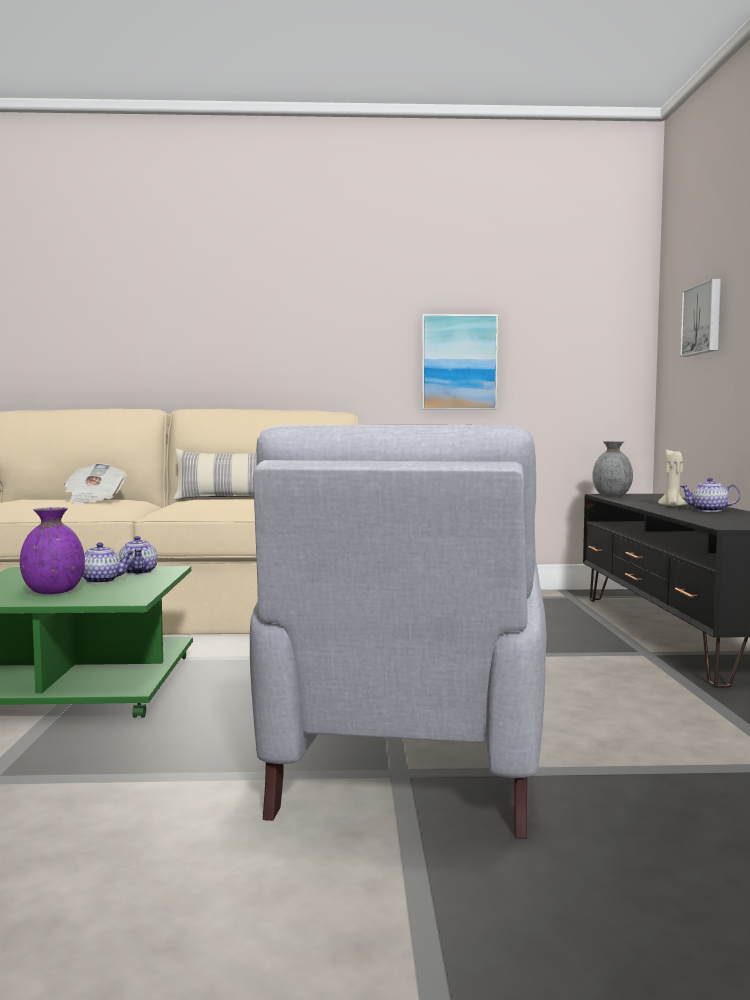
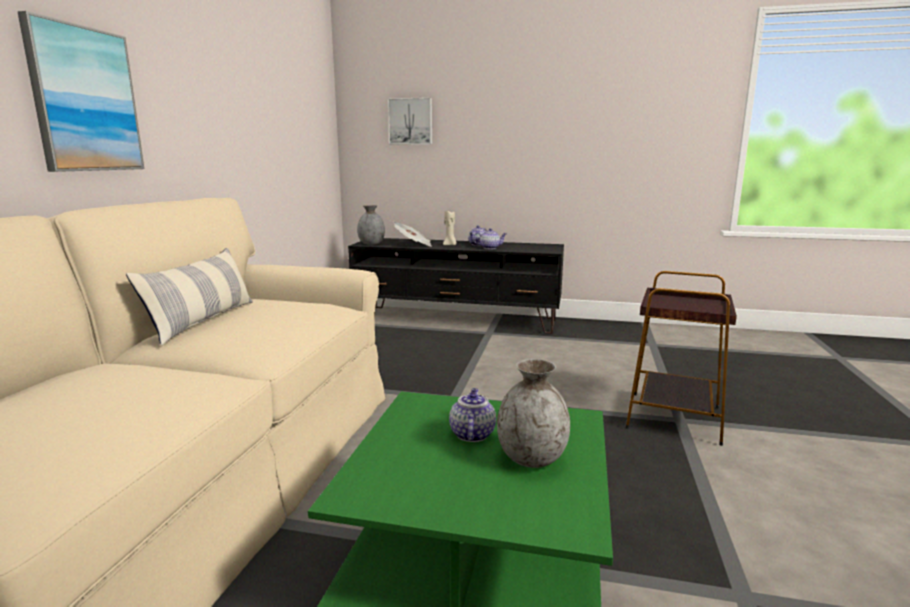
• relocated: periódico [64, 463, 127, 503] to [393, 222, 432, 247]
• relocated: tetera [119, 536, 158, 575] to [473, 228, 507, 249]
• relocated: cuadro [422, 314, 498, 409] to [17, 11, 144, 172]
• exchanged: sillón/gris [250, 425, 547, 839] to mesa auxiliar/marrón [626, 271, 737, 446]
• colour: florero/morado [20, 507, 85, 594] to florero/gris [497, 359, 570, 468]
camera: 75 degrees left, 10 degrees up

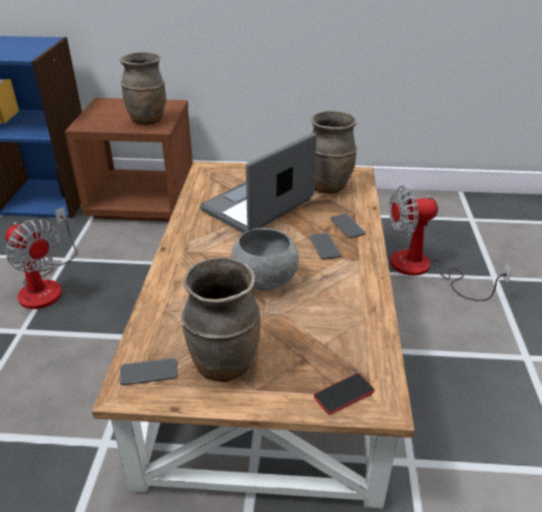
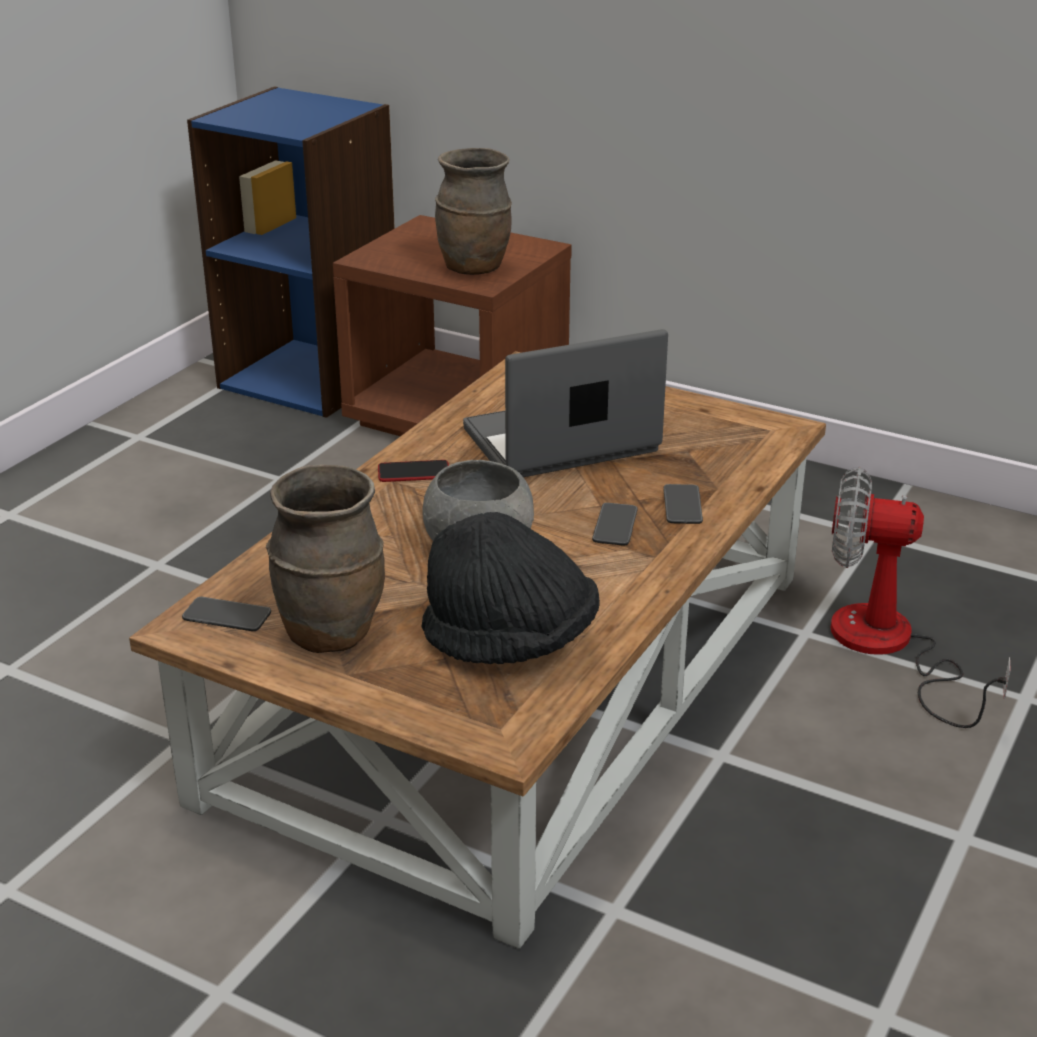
• missing: ventilador [5, 207, 77, 309]
• missing: florero/marrón [311, 111, 357, 194]
• appeared: sombrero/negro [421, 512, 600, 664]
• relocated: móvil [314, 373, 375, 414] to [378, 460, 449, 482]
camera: 25 degrees right, 5 degrees down

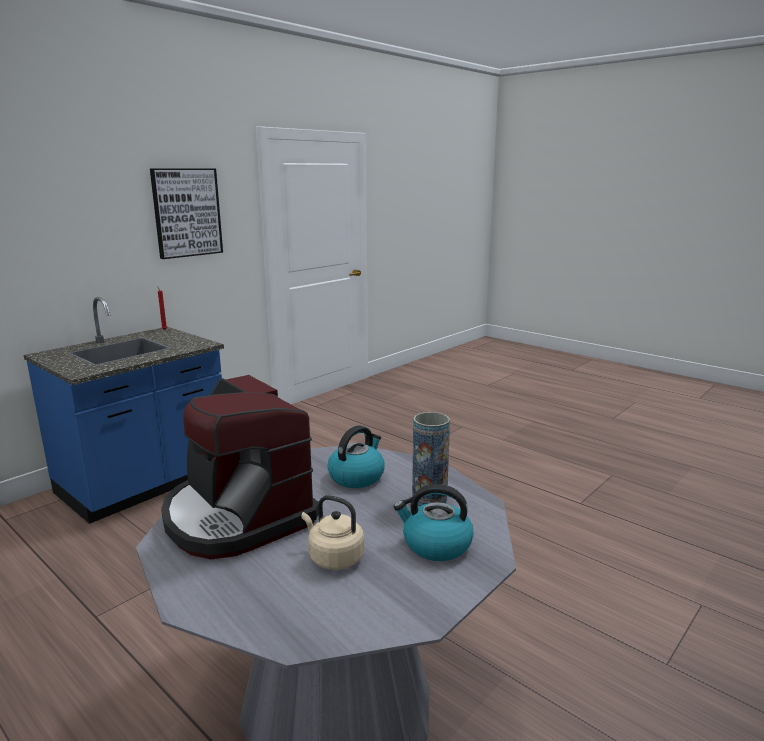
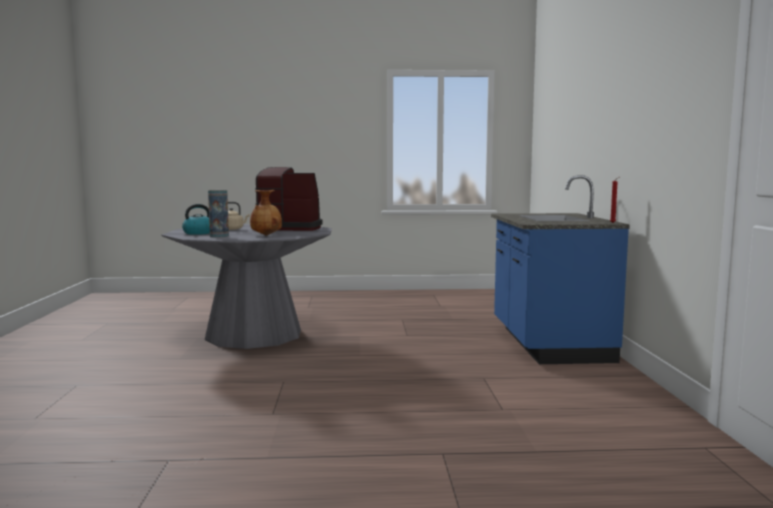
• missing: cuadro [150, 168, 223, 259]
• exchanged: hervidor [327, 425, 385, 488] to florero/marrón [250, 190, 282, 235]
camera: 135 degrees right, 10 degrees down

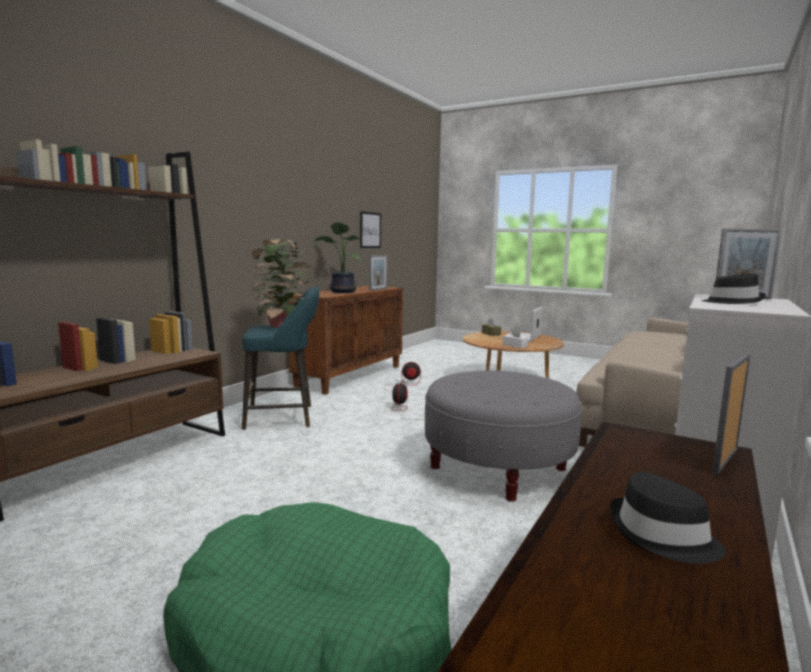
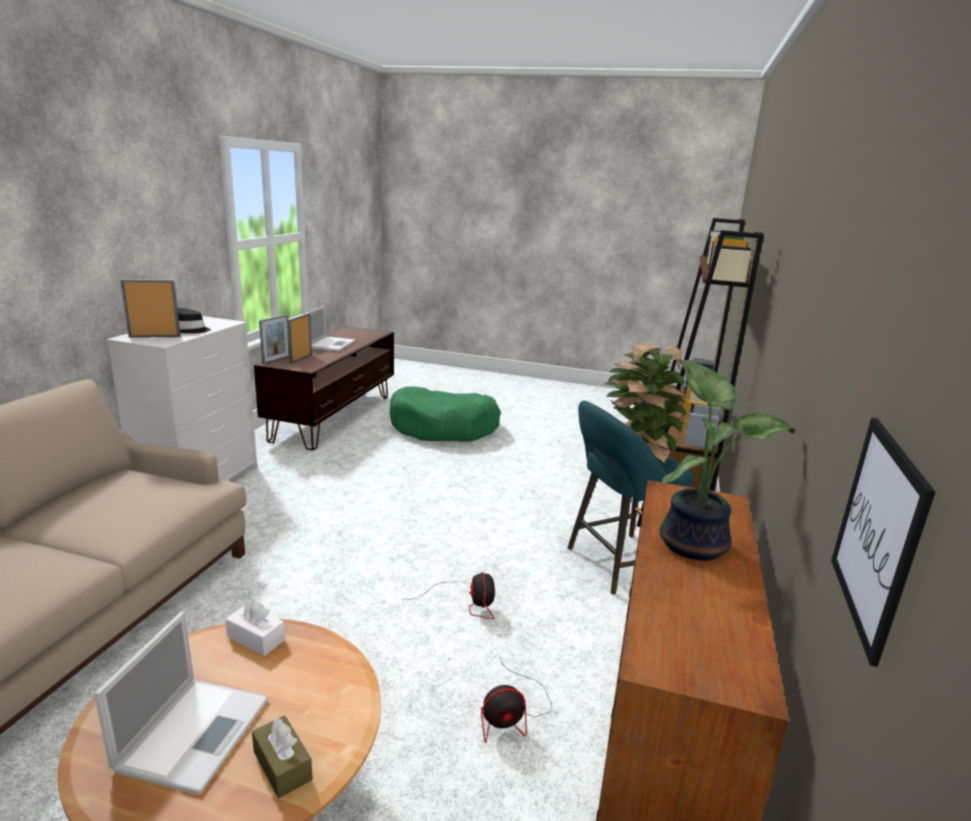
• missing: puf/gris [425, 370, 582, 502]
• relocated: portarretratos [369, 255, 387, 291] to [287, 313, 312, 363]
• exchanged: sombrero/negro [610, 472, 726, 564] to portátil [305, 305, 356, 352]
camera: 165 degrees right, 10 degrees up

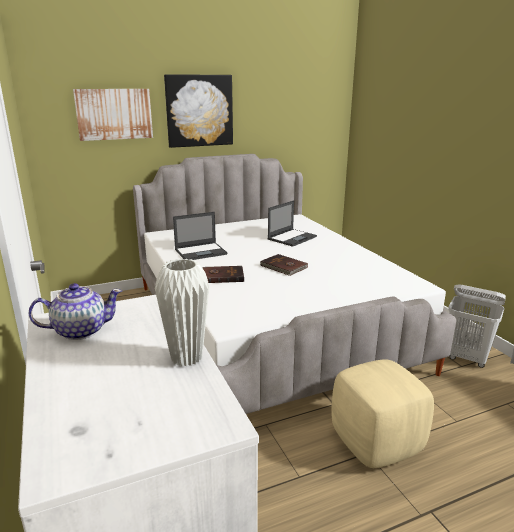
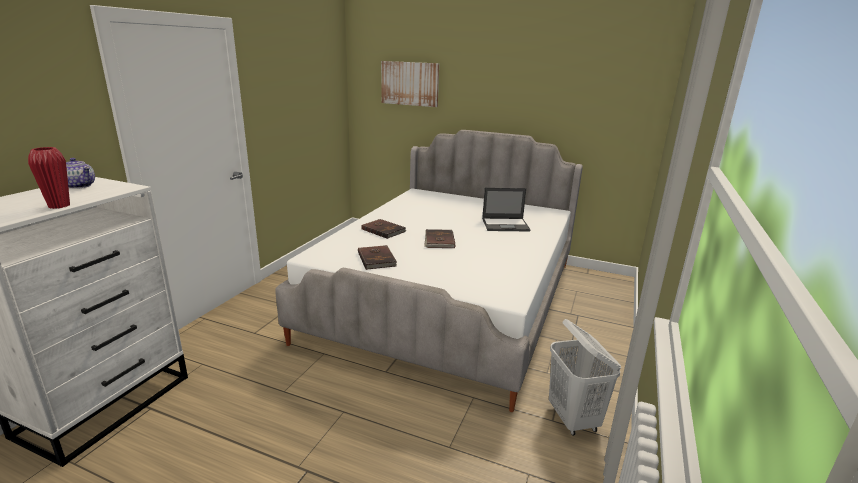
• missing: cuadro [164, 74, 233, 148]
• missing: portátil [173, 212, 228, 260]
• missing: puf/beis [332, 359, 434, 468]
• appeared: libro/marrón [358, 245, 397, 270]
• colour: florero/blanco [155, 259, 209, 367] to florero/rojo [28, 147, 70, 209]
camera: 45 degrees right, 0 degrees up

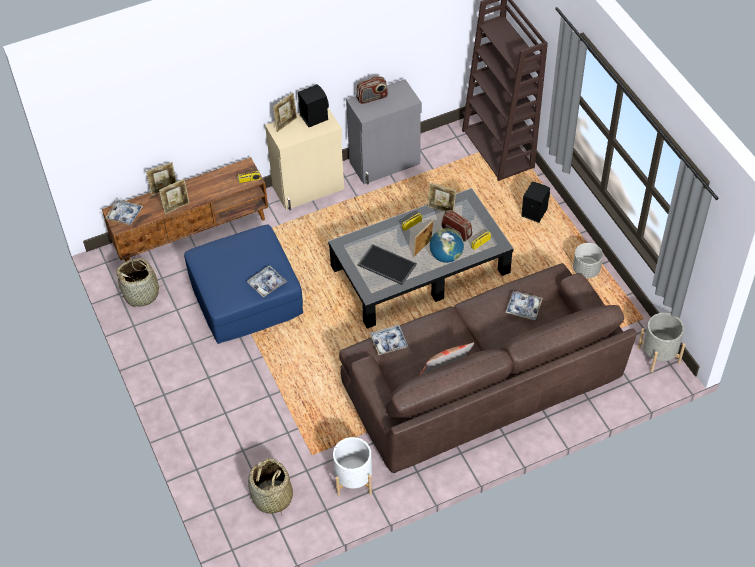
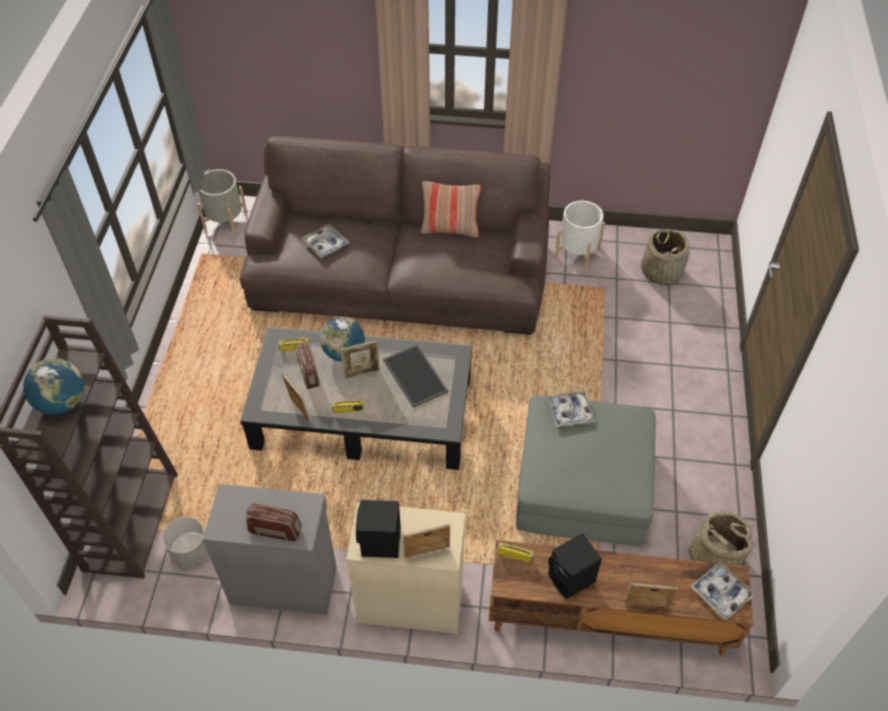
• missing: portarretratos [159, 179, 190, 214]
• missing: bandeja [370, 325, 408, 355]
• appeared: globo terráqueo [23, 358, 84, 415]
• relocated: altavoz/negro [521, 182, 550, 223] to [548, 533, 602, 599]
• relocated: maceta/gris [573, 243, 603, 278] to [163, 517, 208, 568]
• colour: puf/azul [184, 225, 303, 344] to puf/gris [516, 395, 656, 546]
camera: 150 degrees left, 0 degrees up

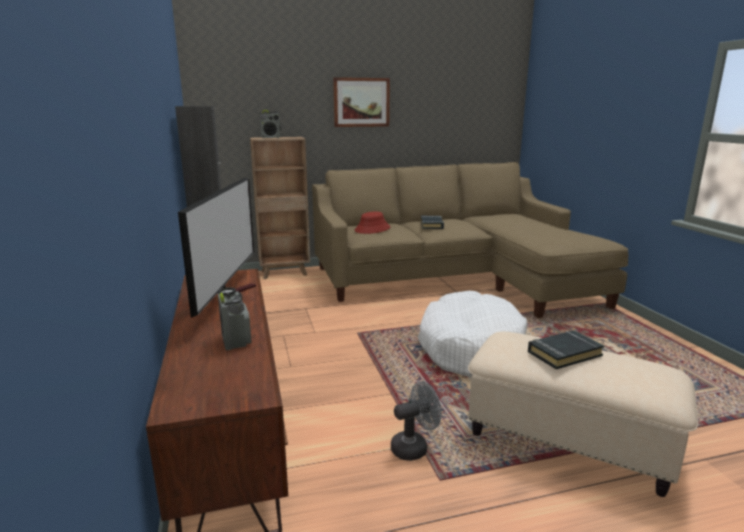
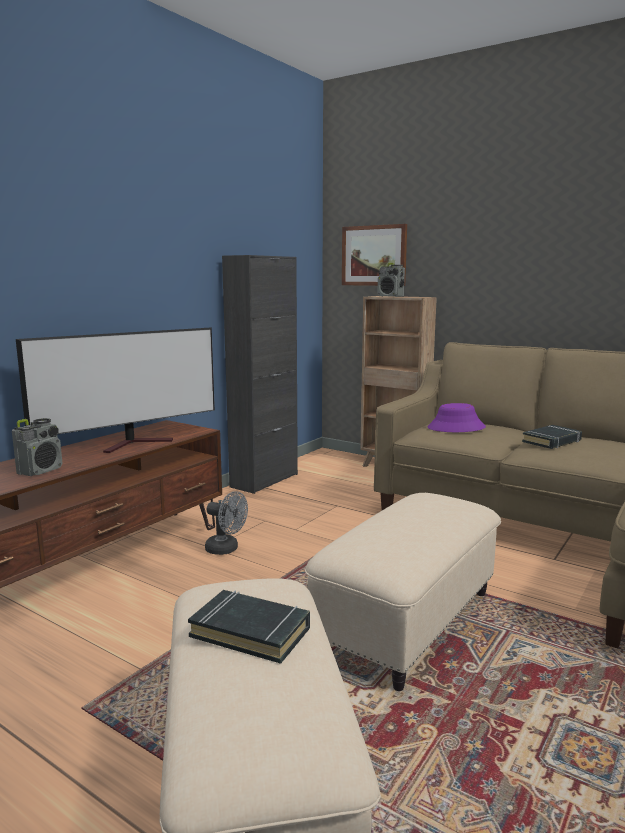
• relocated: cuadro [333, 77, 390, 127] to [342, 224, 407, 286]
• relocated: ventilador/gris [391, 381, 442, 461] to [205, 491, 248, 555]
• exchanged: cama para perro/blanco [418, 291, 527, 378] to puf/beis [305, 493, 501, 691]
• colour: sombrero/rojo [355, 212, 390, 234] to sombrero/morado [428, 403, 486, 432]
camera: 50 degrees right, 5 degrees down

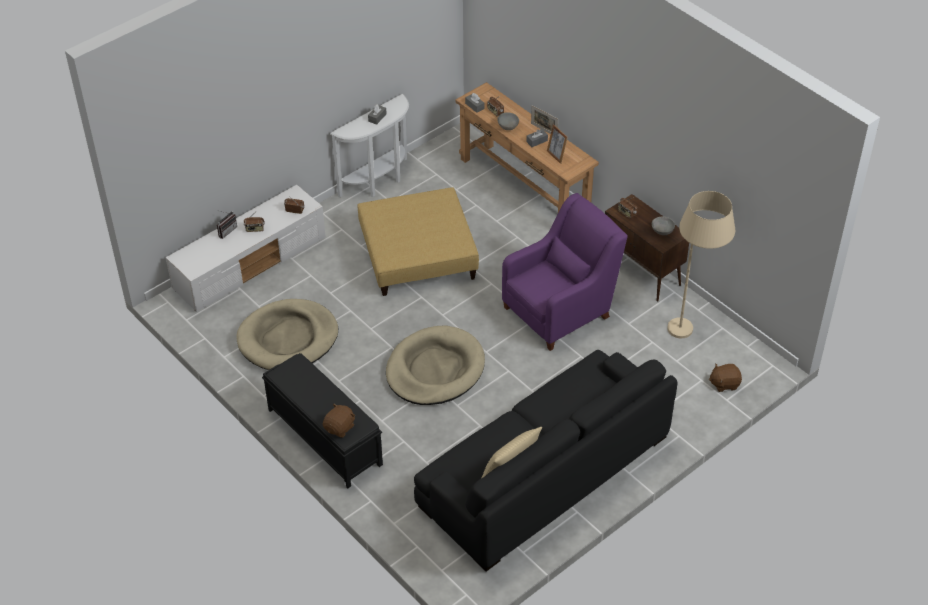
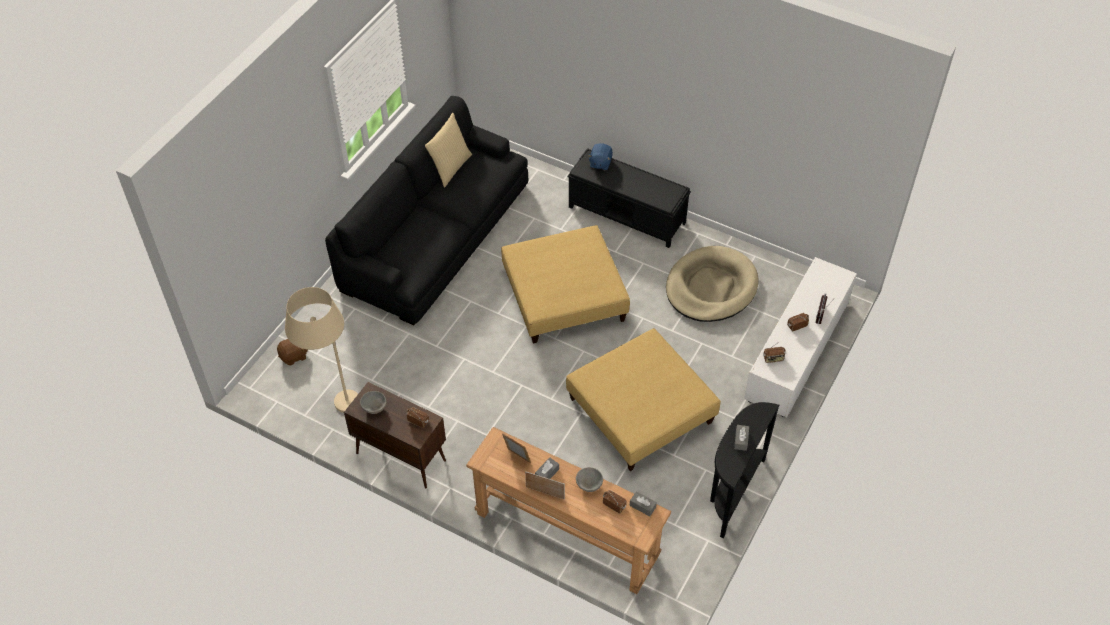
• missing: sillón/morado [502, 193, 628, 351]
• exchanged: cama para perro/beis [386, 326, 485, 405] to puf/beis [501, 225, 630, 344]
• colour: peluche/marrón [323, 403, 355, 438] to peluche/azul [588, 143, 613, 171]
• colour: mesa consola/blanco [331, 94, 409, 197] to mesa consola/negro [710, 402, 779, 538]
camera: 160 degrees right, 5 degrees up

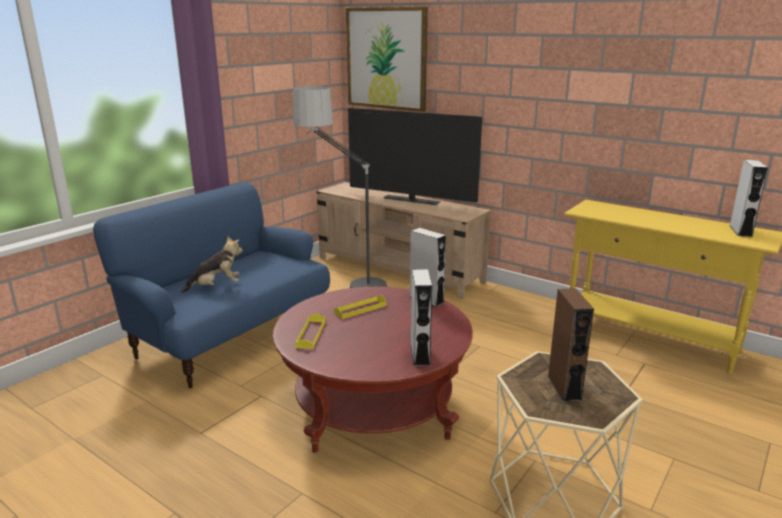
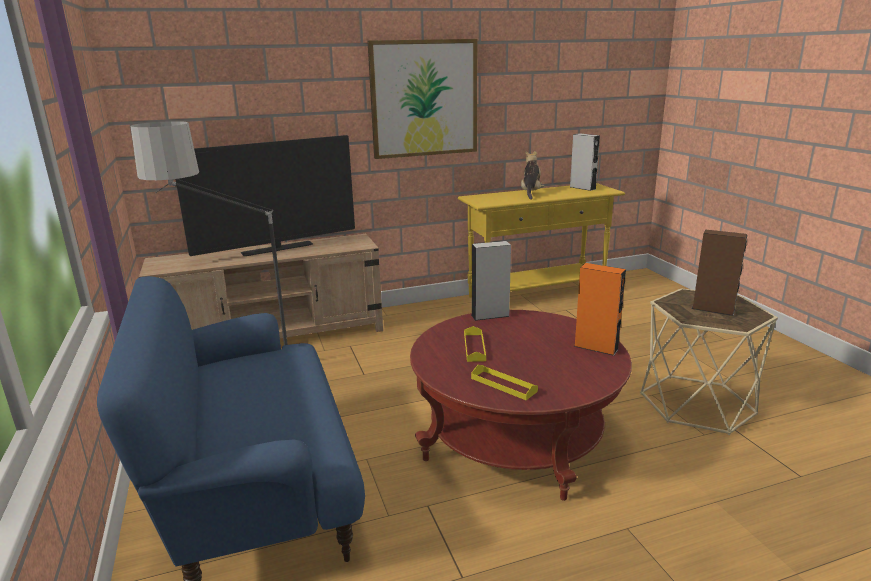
• relocated: peluche [181, 236, 243, 293] to [521, 151, 544, 200]
• relocated: cuadro [346, 7, 428, 112] to [367, 39, 477, 159]
• colour: altavoz/gris [411, 269, 432, 366] to altavoz/naranja [574, 263, 626, 356]
camera: 55 degrees left, 0 degrees up

